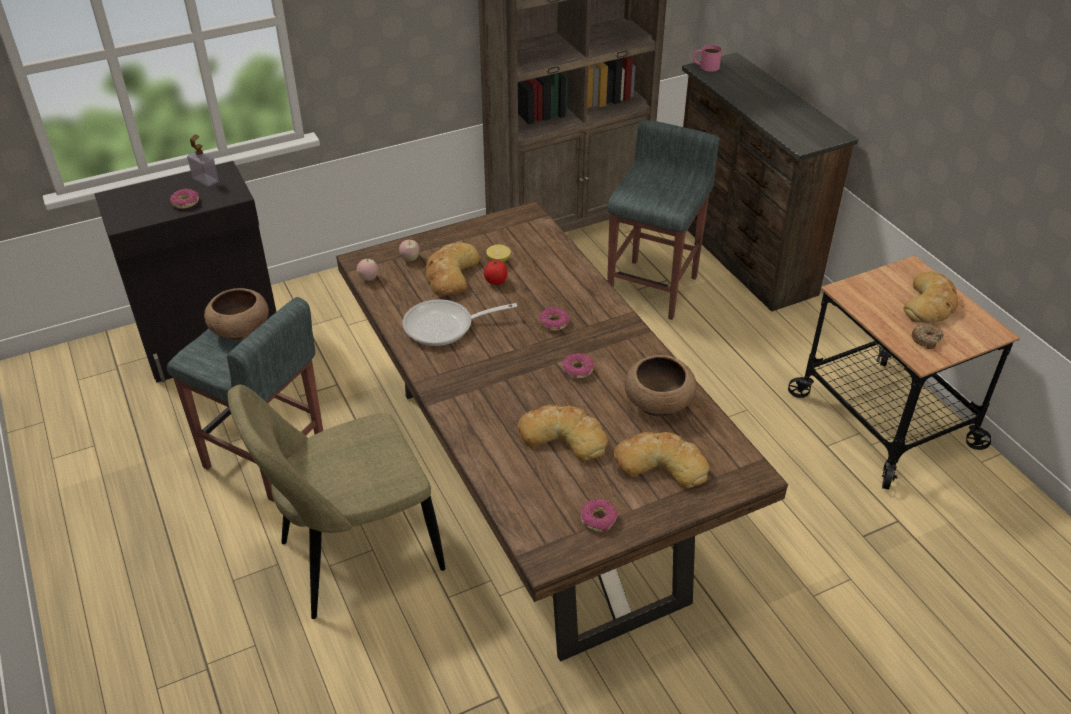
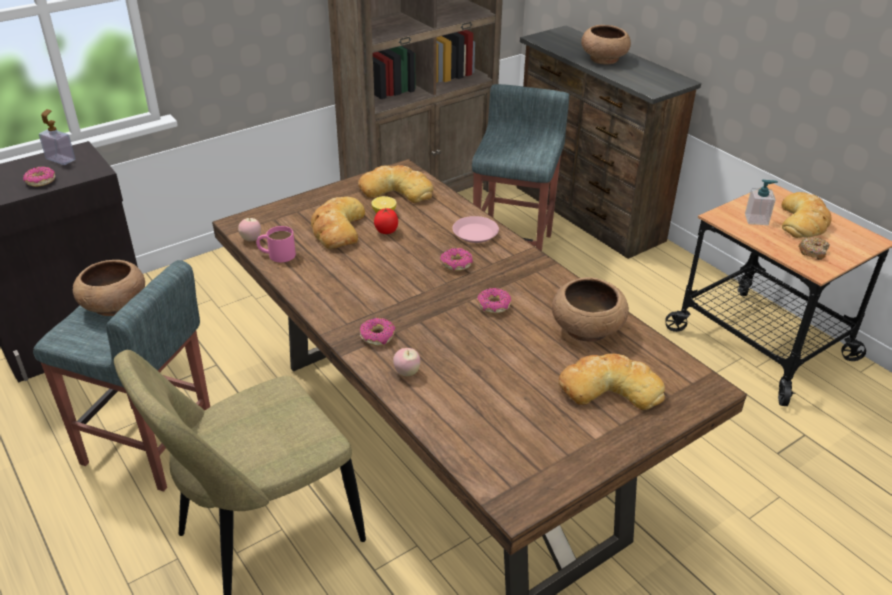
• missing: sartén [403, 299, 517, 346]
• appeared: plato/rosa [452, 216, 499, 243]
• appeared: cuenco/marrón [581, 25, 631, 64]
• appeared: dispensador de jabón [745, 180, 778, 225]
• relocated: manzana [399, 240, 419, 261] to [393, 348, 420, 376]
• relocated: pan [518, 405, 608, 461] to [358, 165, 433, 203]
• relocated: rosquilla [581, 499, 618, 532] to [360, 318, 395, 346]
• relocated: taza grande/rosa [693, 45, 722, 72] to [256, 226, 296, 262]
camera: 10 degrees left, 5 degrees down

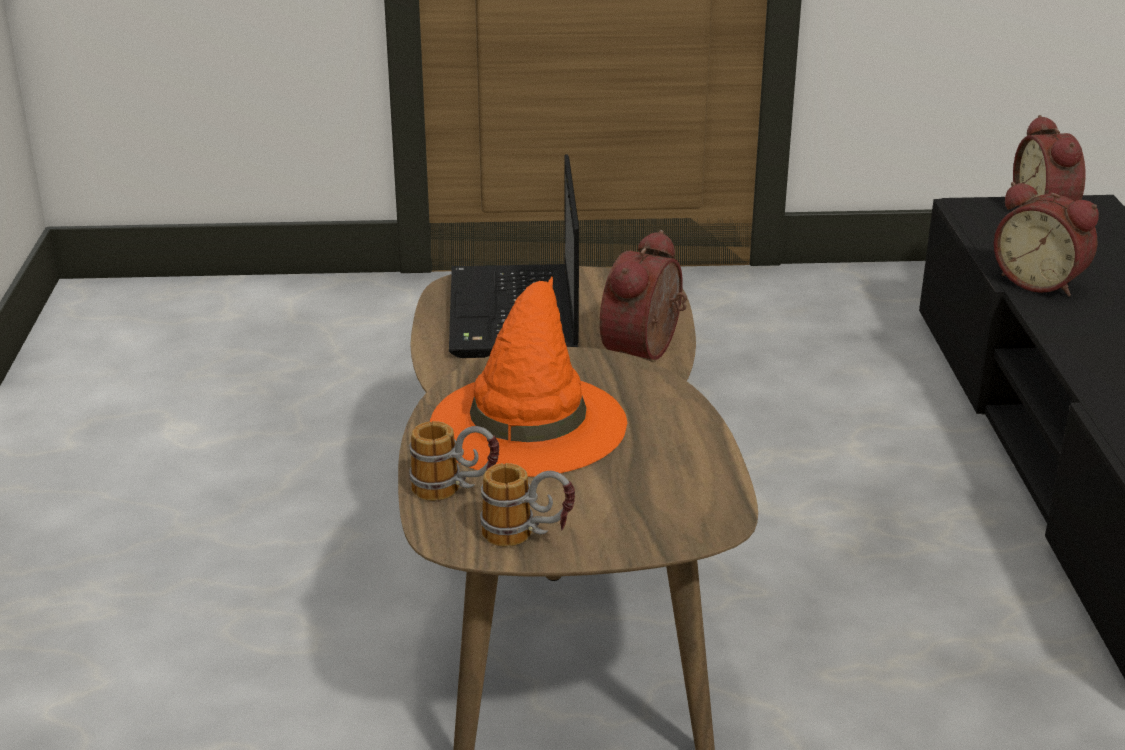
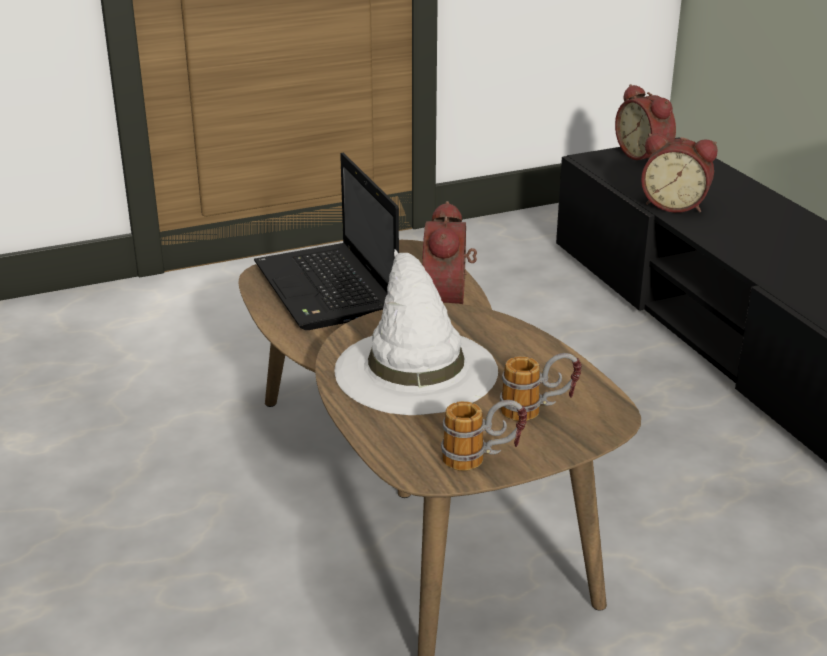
• relocated: taza grande [409, 421, 499, 501] to [500, 353, 582, 421]
• colour: sombrero/naranja [430, 277, 627, 477] to sombrero/blanco [334, 249, 498, 415]
camera: 20 degrees left, 0 degrees up

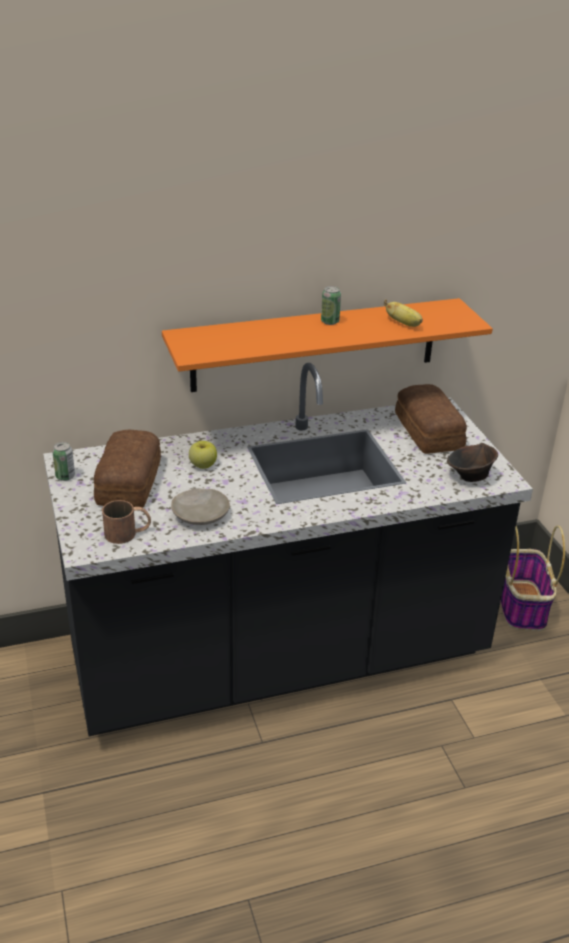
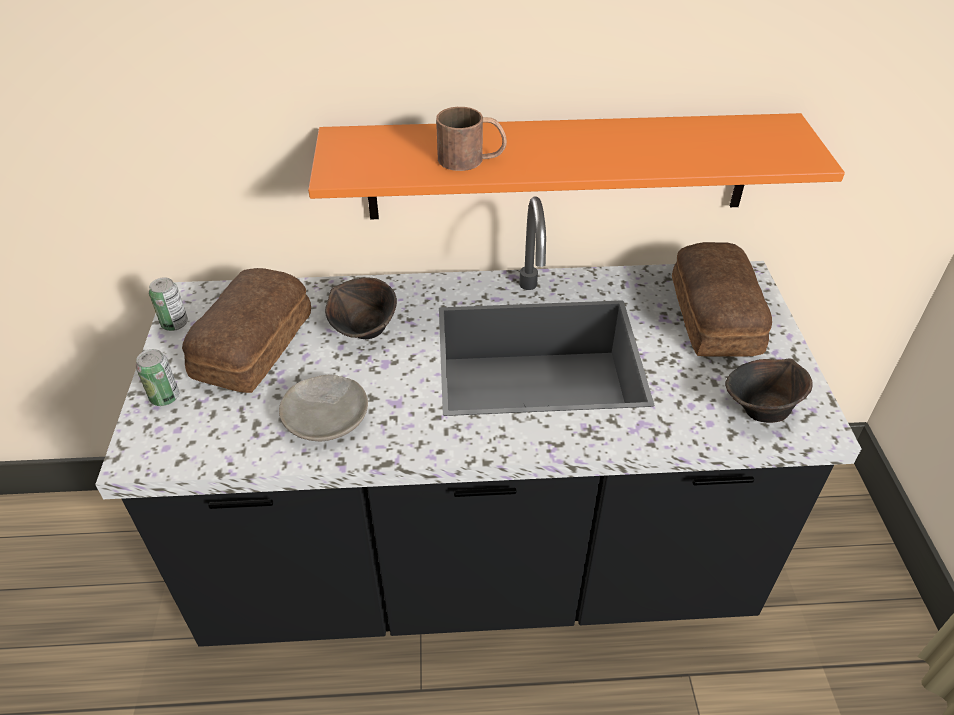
• missing: plátano [384, 299, 423, 327]
• missing: cesta [500, 526, 565, 631]
• relocated: taza grande/marrón [102, 500, 151, 544] to [436, 107, 507, 171]
• relocated: lata [321, 286, 341, 325] to [136, 349, 179, 406]
• exchanged: manzana [189, 441, 217, 469] to cuenco/marrón [325, 277, 397, 339]
camera: 15 degrees right, 10 degrees up

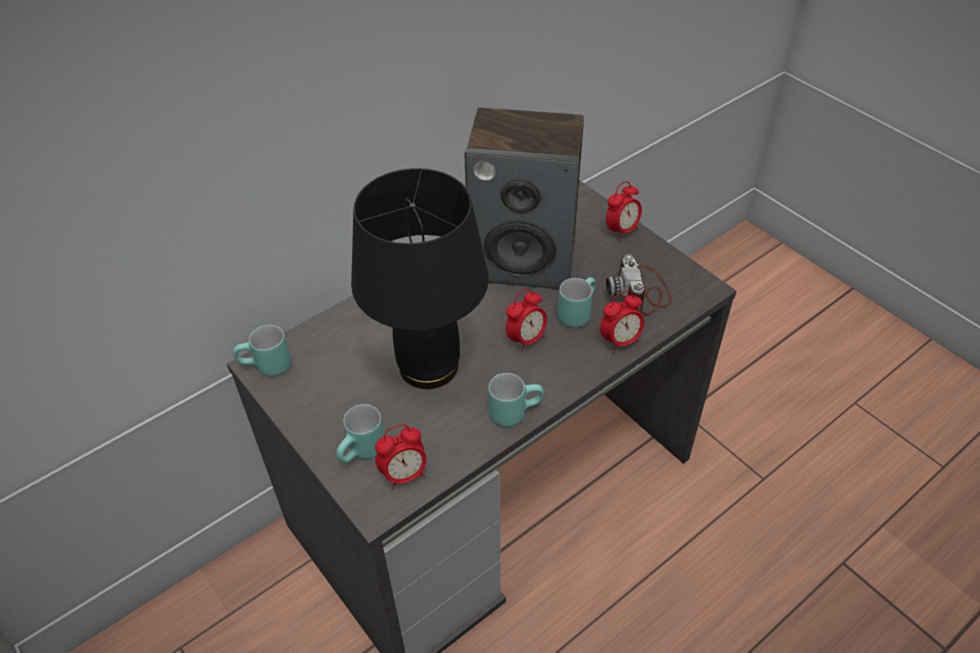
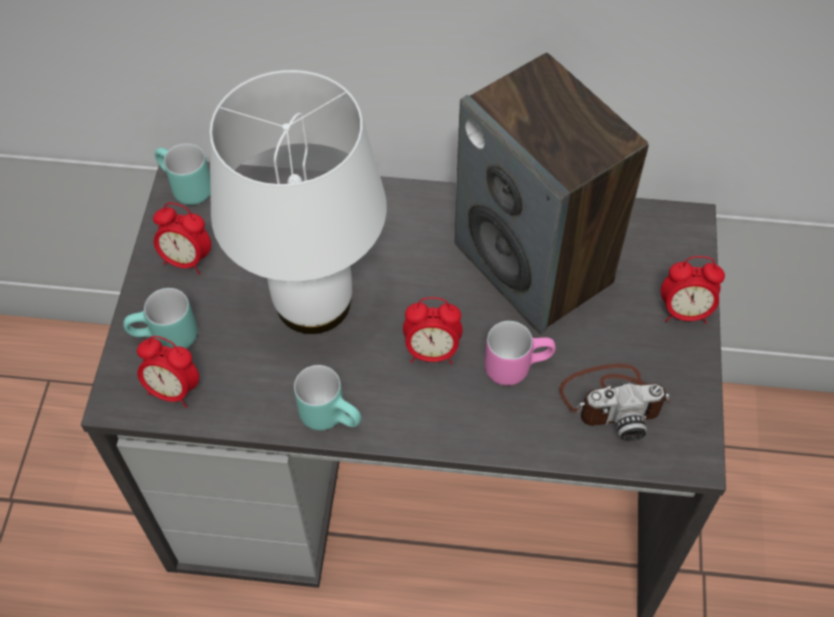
• relocated: despertador [600, 290, 644, 353] to [153, 202, 211, 274]
• colour: lámpara de mesa/negro [351, 168, 489, 389] to lámpara de mesa/blanco [209, 70, 387, 334]
• colour: taza grande/turquesa [558, 277, 596, 328] to taza grande/rosa [485, 321, 556, 386]
• spun: cámara [606, 254, 672, 315] = [559, 364, 671, 441] 135 degrees counterclockwise
camera: 45 degrees right, 10 degrees up

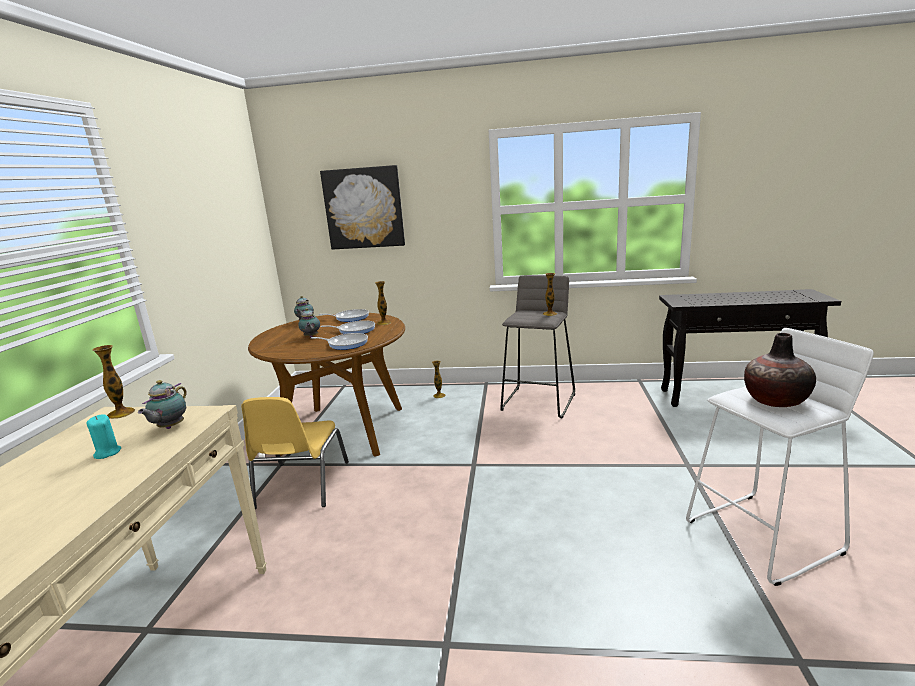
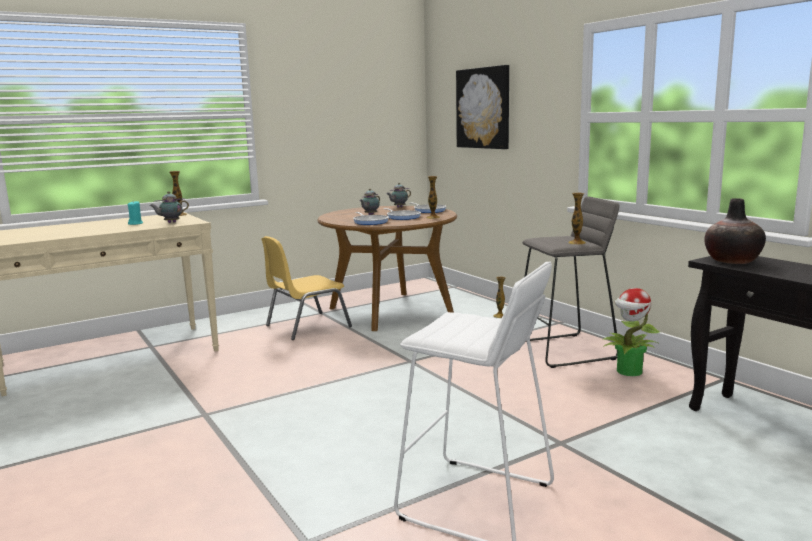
• appeared: planta en maceta [602, 288, 660, 376]
• relocated: florero [744, 333, 816, 407] to [704, 198, 766, 264]
camera: 50 degrees right, 5 degrees down

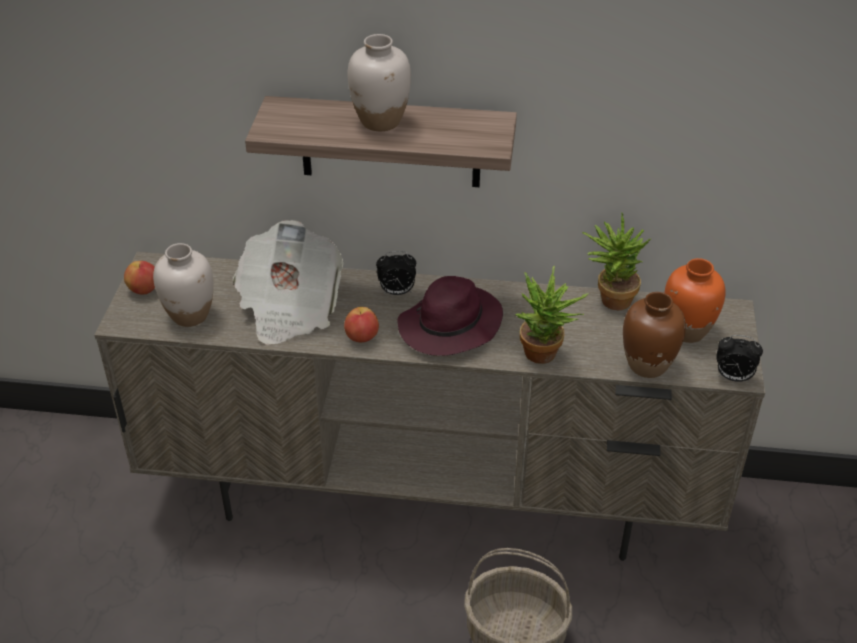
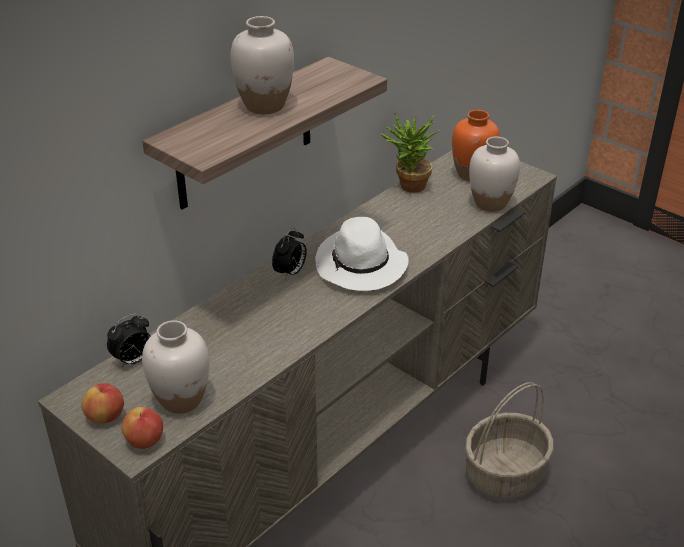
• missing: periódico [233, 220, 344, 345]
• missing: planta en maceta [515, 266, 589, 364]
• relocated: manzana [344, 307, 379, 342] to [121, 407, 163, 449]
• relocated: despertador [716, 335, 763, 382] to [107, 314, 151, 368]
• colour: sombrero/morado [397, 276, 503, 356] to sombrero/blanco [315, 217, 409, 291]
• colour: florero/marrón [623, 292, 686, 378] to florero/blanco [469, 137, 520, 212]
camera: 55 degrees left, 5 degrees down

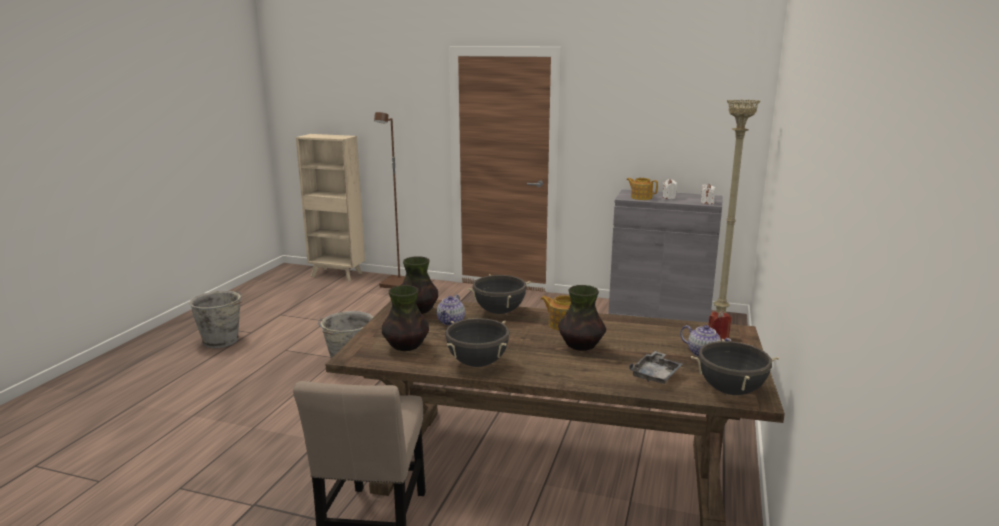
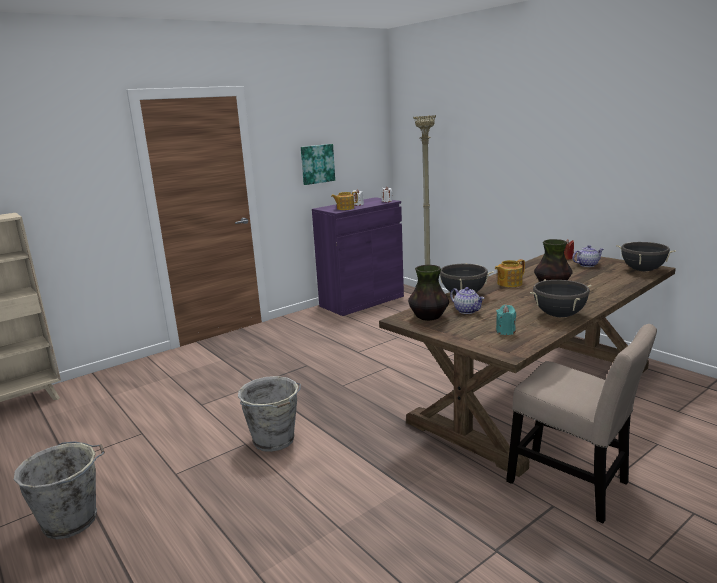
• missing: lámpara de pie/marrón [374, 112, 405, 288]
• missing: bandeja/gris [629, 351, 683, 384]
• appeared: cuadro [301, 144, 335, 185]
• exchanged: florero [382, 285, 429, 351] to vela/turquesa [496, 305, 516, 335]
• colour: armario/gris [608, 189, 722, 322] to armario/morado [312, 197, 404, 316]
camera: 55 degrees left, 0 degrees up

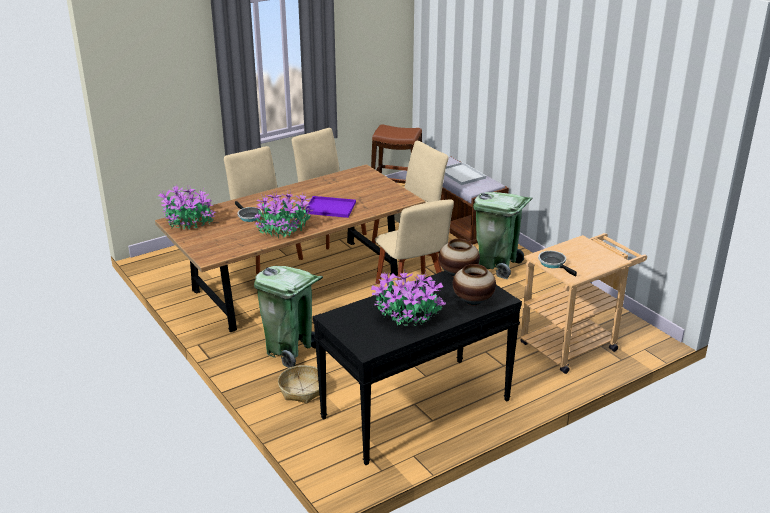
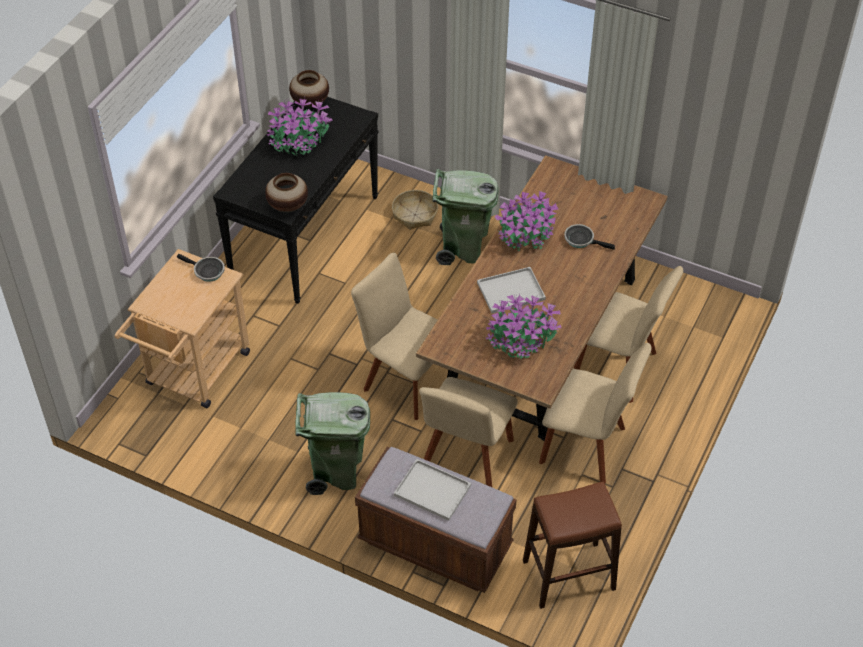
• relocated: planta en maceta [158, 185, 216, 230] to [486, 294, 561, 359]
• relocated: florero [453, 264, 496, 305] to [289, 70, 329, 108]
• colour: bandeja/morado [305, 196, 356, 218] to bandeja/blanco [477, 267, 546, 313]
camera: 150 degrees right, 20 degrees up

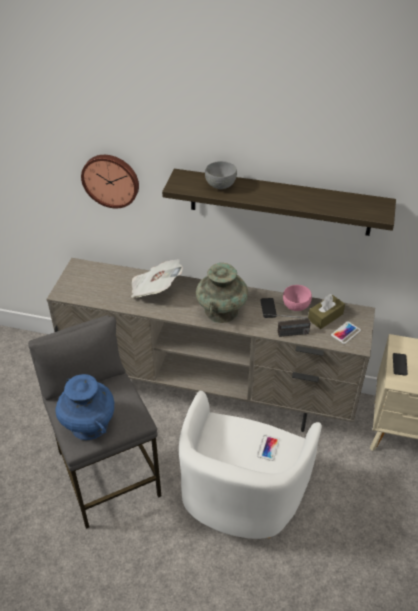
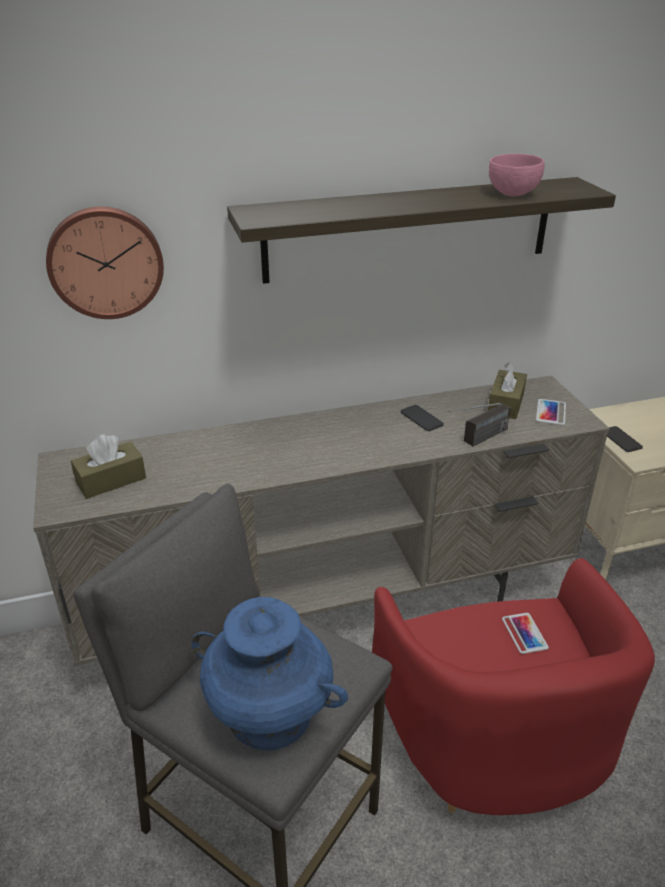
• missing: periódico [131, 259, 183, 298]
• missing: florero/turquesa [196, 263, 248, 323]
• missing: cuenco/gris [205, 161, 237, 189]
• appeared: caja de pañuelos/marrón [71, 434, 146, 499]
• relocated: cuenco/rosa [283, 285, 312, 311] to [489, 154, 545, 196]
• colour: sillón/blanco [179, 391, 322, 539] to sillón/rojo [372, 558, 655, 815]
camera: 30 degrees left, 10 degrees down

